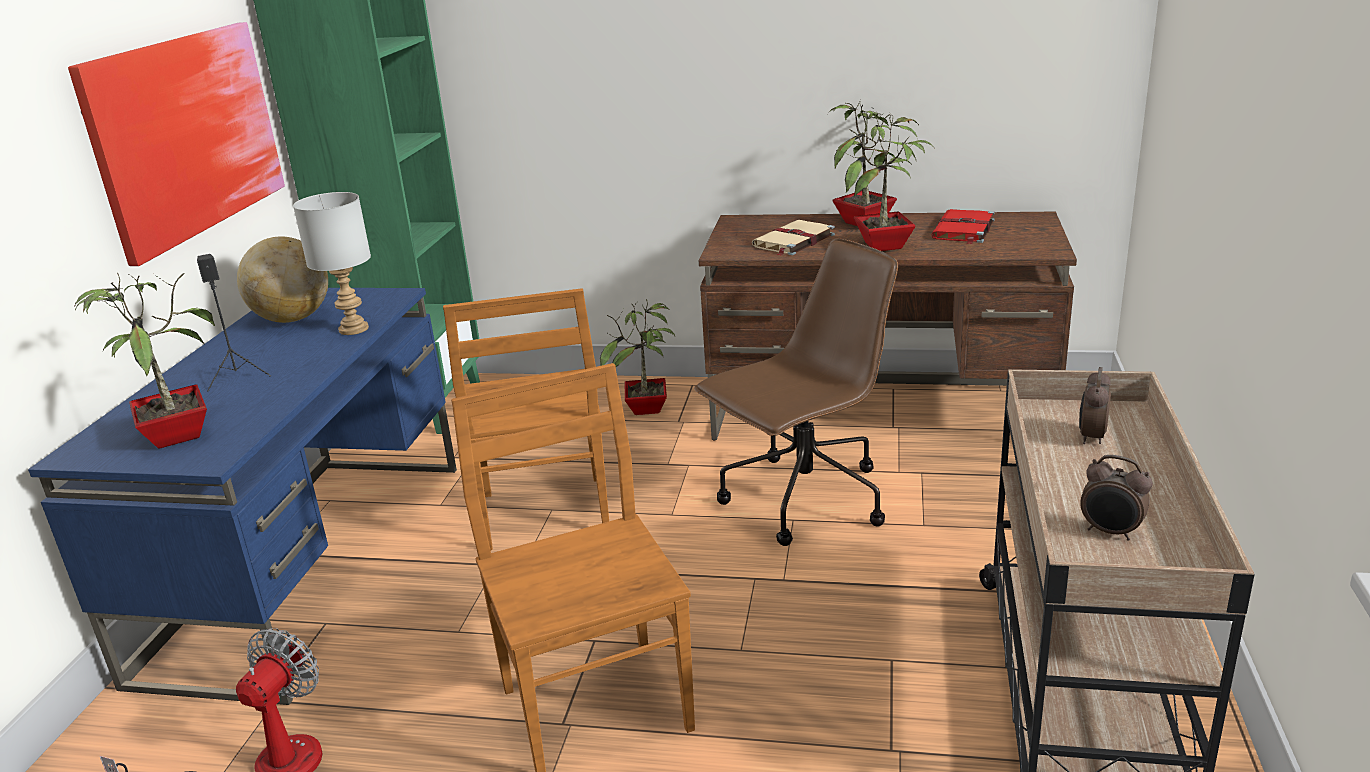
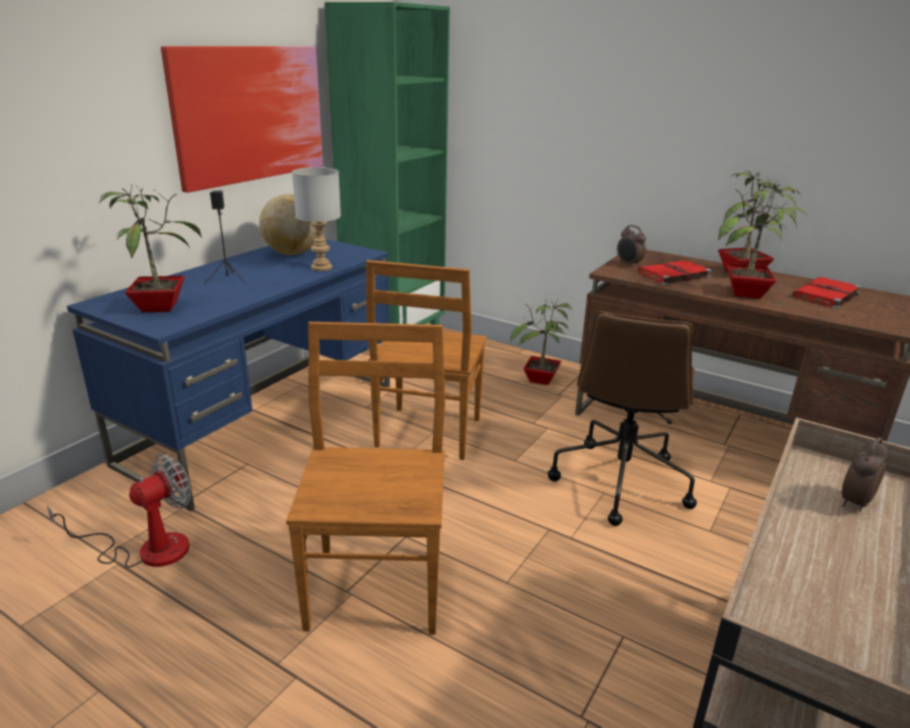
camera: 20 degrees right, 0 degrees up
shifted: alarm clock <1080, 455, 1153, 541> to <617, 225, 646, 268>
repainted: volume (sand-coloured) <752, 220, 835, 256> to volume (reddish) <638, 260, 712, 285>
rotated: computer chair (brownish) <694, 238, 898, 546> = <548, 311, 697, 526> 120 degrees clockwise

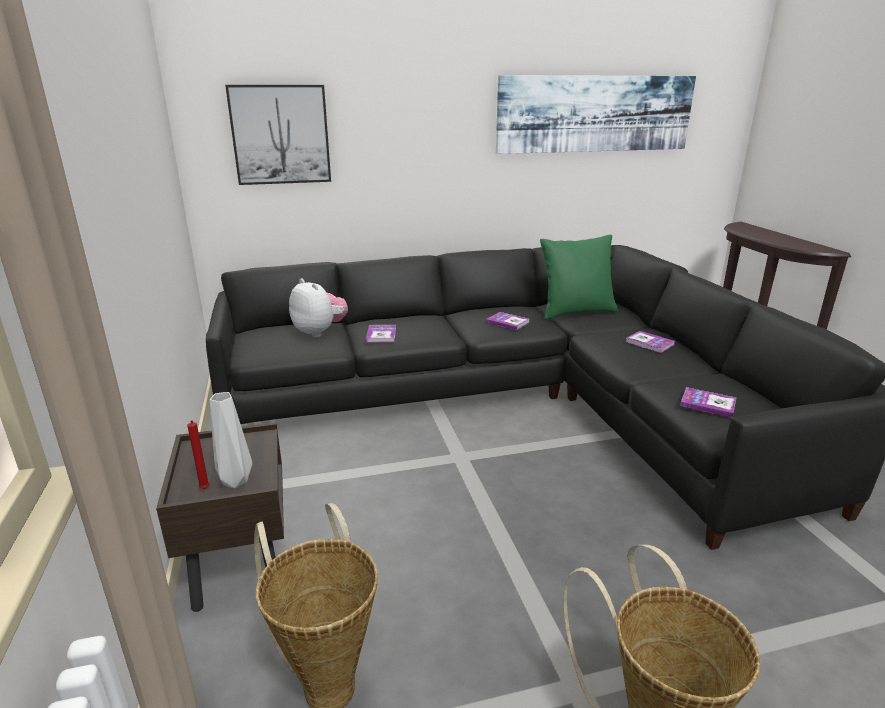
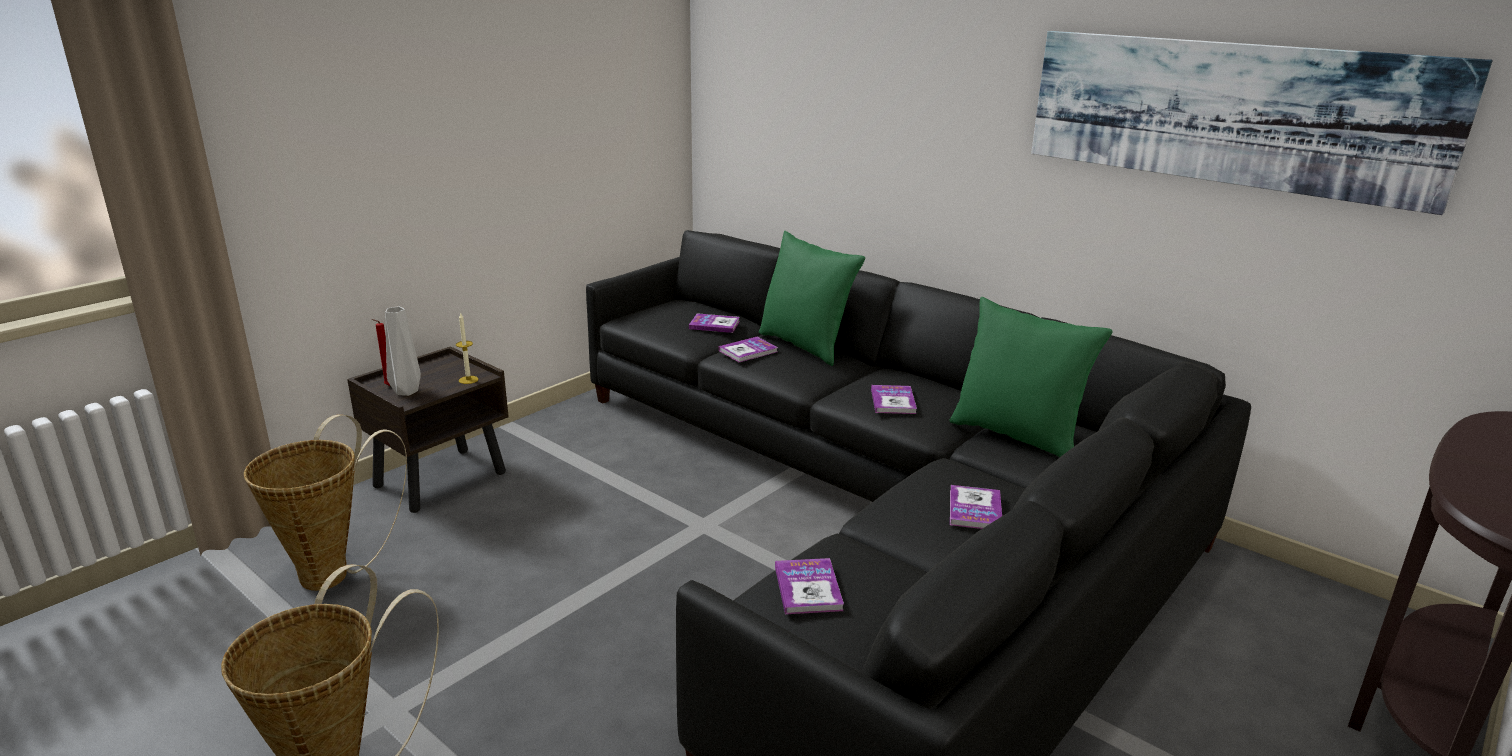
camera: 55 degrees right, 0 degrees up
gone: picture <225, 85, 331, 185>
new: candle <456, 312, 479, 384>; pillow (green-coloured) <759, 231, 865, 366>
swapped: plush toy <289, 279, 348, 338> to volume <689, 313, 740, 333>

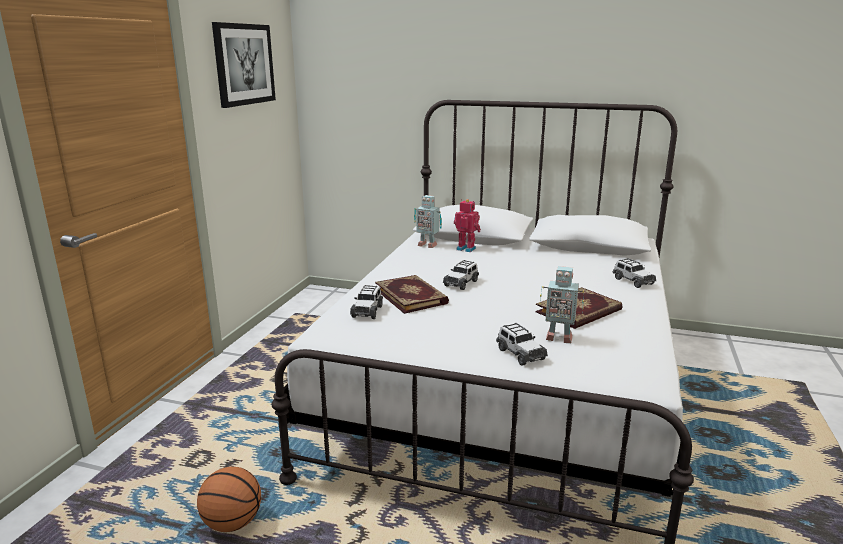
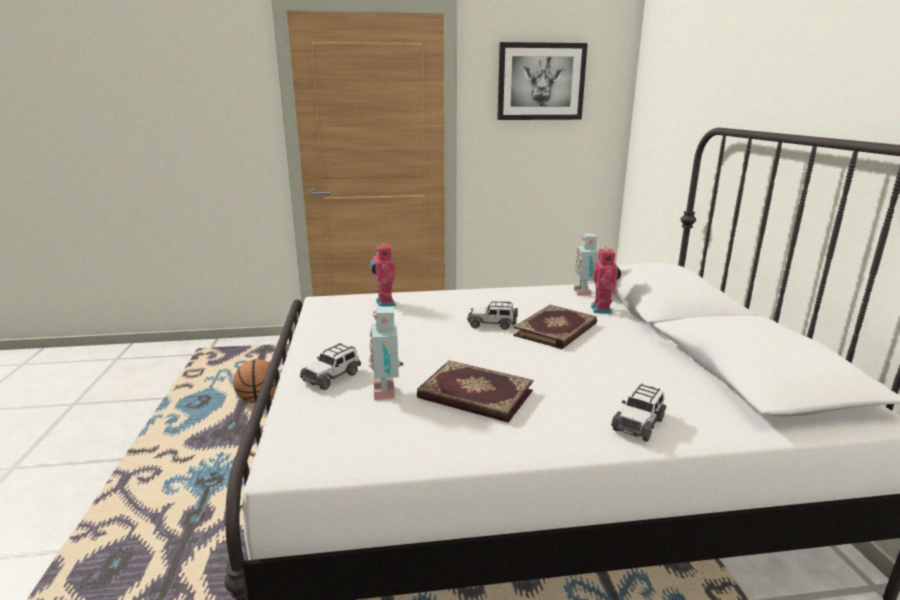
camera: 65 degrees right, 0 degrees up
shifted: volume <375, 275, 449, 314> to <513, 305, 597, 349>
swapped: toy car <350, 285, 383, 319> to robot figure <370, 242, 396, 306>

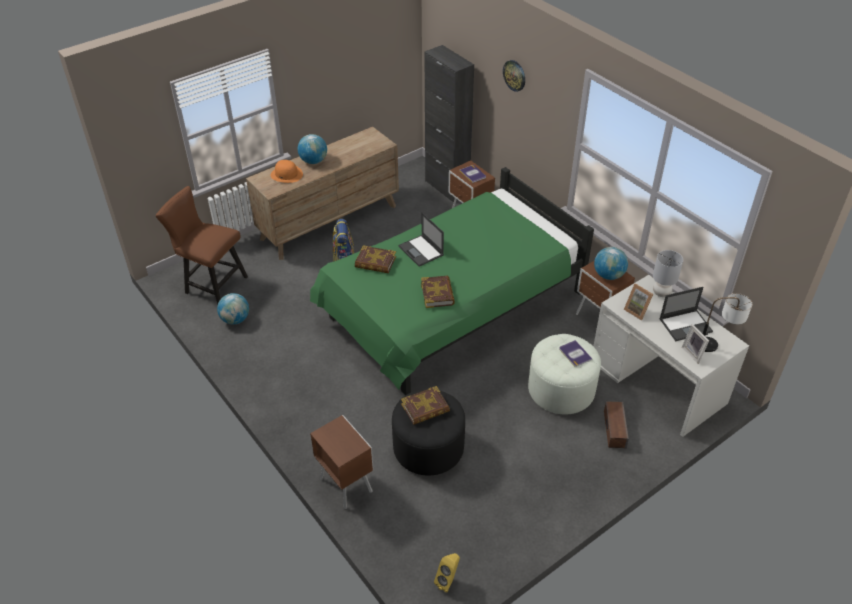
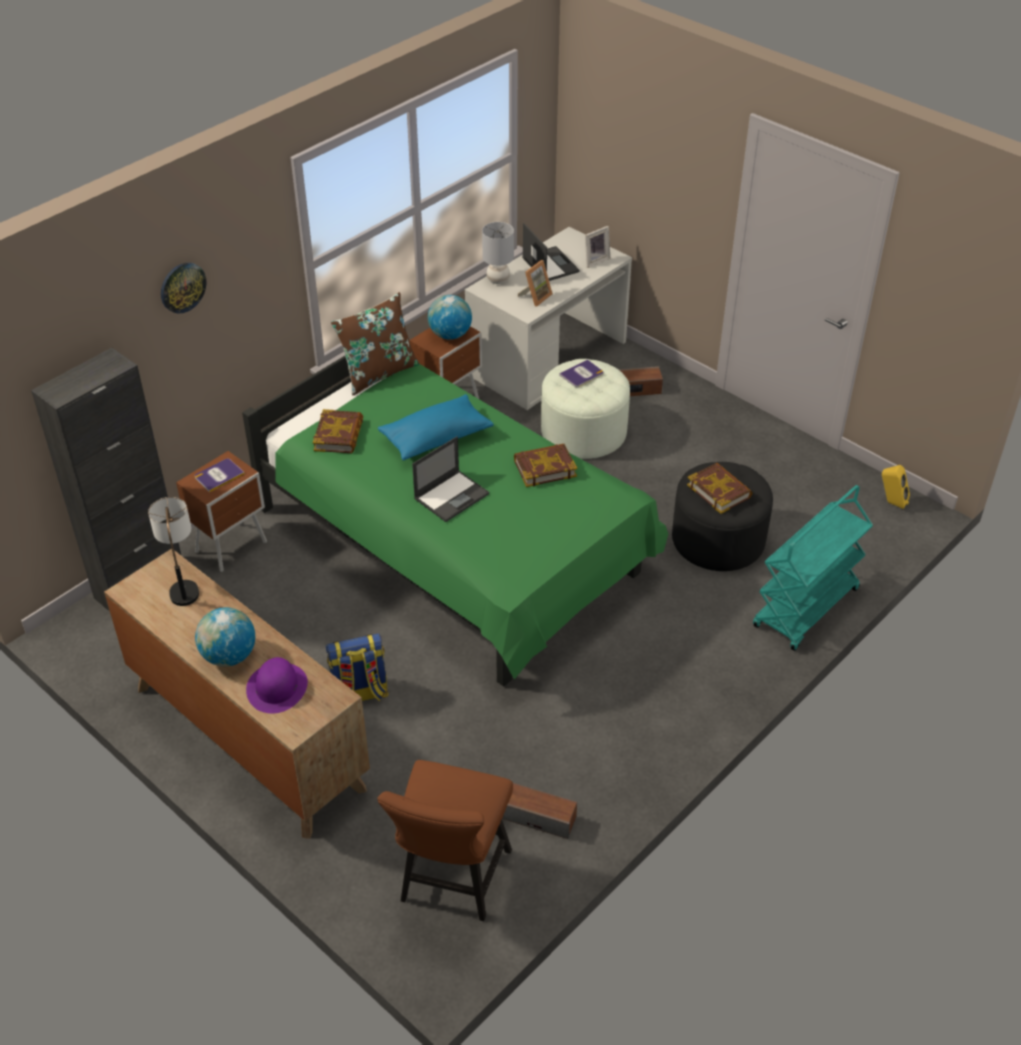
camera: 100 degrees left, 0 degrees up
new: pillow (brownish) <331, 292, 419, 395>; pillow (blue) <378, 394, 494, 461>
shifted: lamp for a table <703, 293, 752, 352> to <148, 497, 199, 606>; volume <355, 245, 396, 273> to <313, 409, 363, 453>
swapped: globe <217, 293, 249, 324> to speaker <502, 783, 577, 839>; bedside table (brownish) <310, 415, 374, 509> to cart (turquoise-coloured) <753, 485, 873, 651>
repainted: hat (orangey) <271, 160, 303, 183> to hat (purplish) <246, 657, 308, 714>

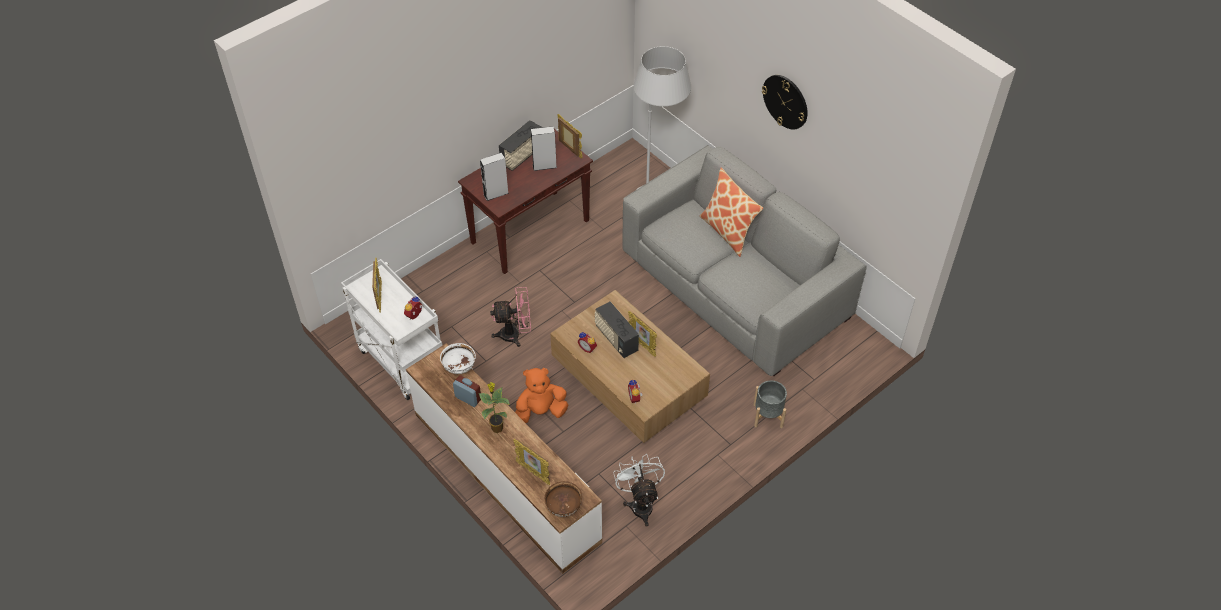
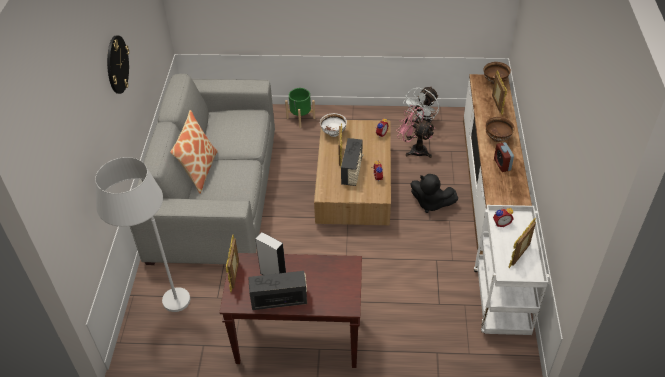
camera: 135 degrees left, 5 degrees down
gone: speaker (grey) <480, 152, 509, 201>
shifted: deep dish (whitish) <440, 343, 476, 374> to <320, 113, 347, 137>; fan (pink) <490, 287, 531, 347> to <396, 105, 435, 158>
swapped: plant in a pot <479, 382, 510, 433> to deep dish (brownish) <486, 117, 515, 142>
repainted: flower pot (grey) <754, 380, 787, 428> to flower pot (green-coloured) <285, 88, 315, 128>; plush toy (orangey) <515, 368, 568, 423> to plush toy (black) <410, 174, 459, 213>

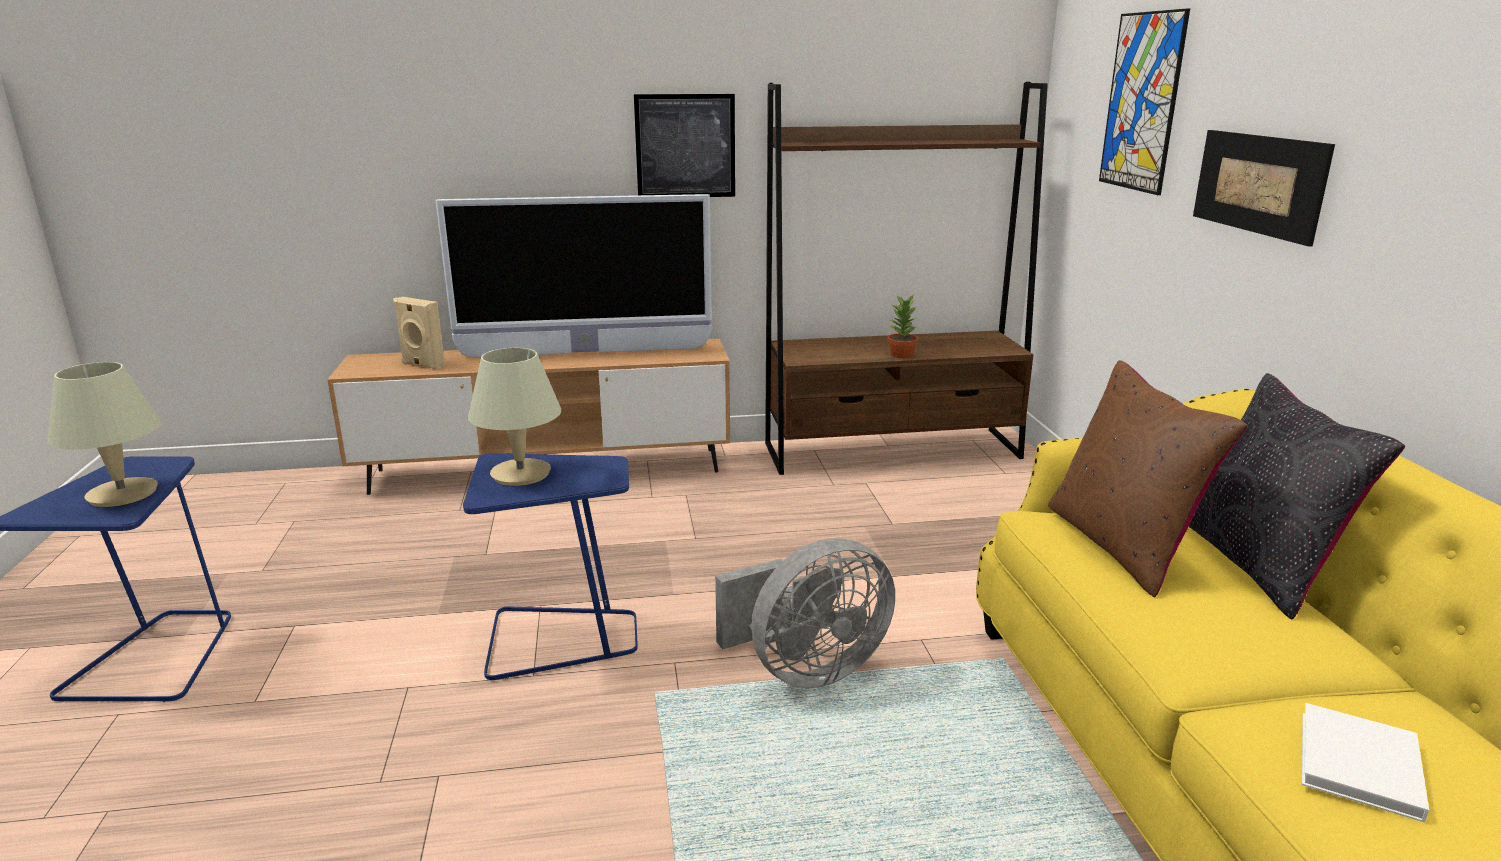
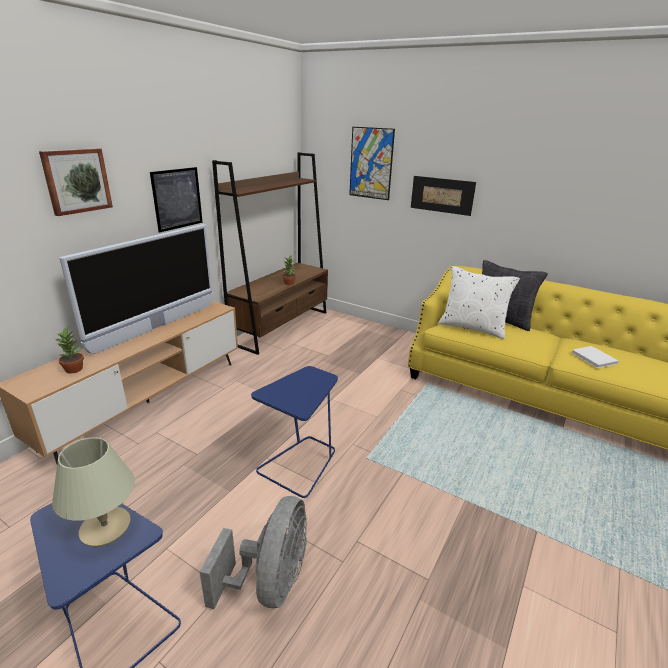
camera: 50 degrees left, 5 degrees up
gone: lamp for a table (sand-coloured) <468, 348, 561, 486>
new: picture <39, 148, 113, 216>
shifted: fan (grey) <715, 538, 895, 688> to <200, 496, 307, 609>
swapped: speaker (sand-coloured) <393, 297, 445, 370> to plant in a pot <55, 327, 84, 374>
repainted: pillow (brownish) <1048, 360, 1248, 597> to pillow (whitish) <438, 266, 520, 339>

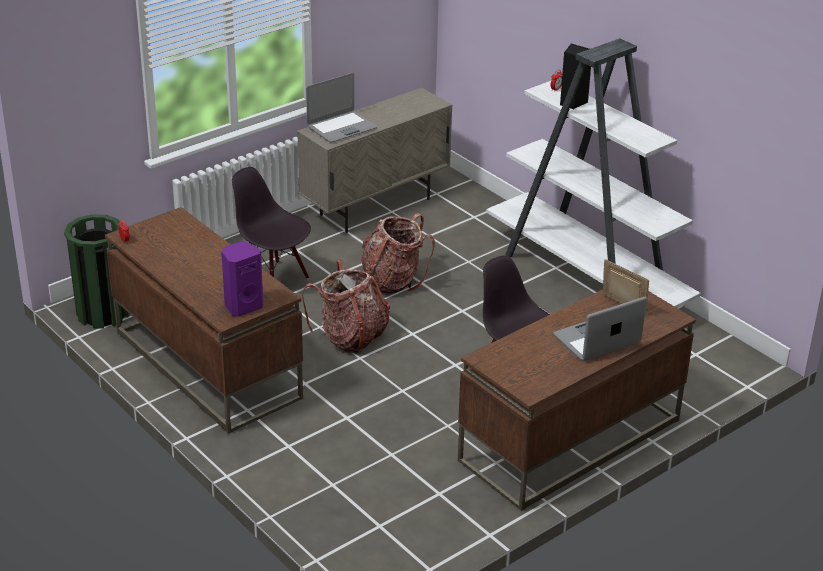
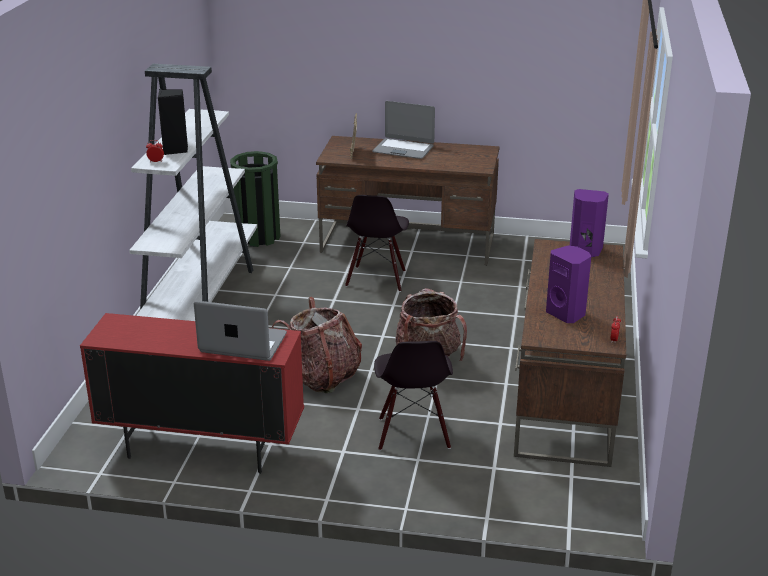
camera: 130 degrees left, 5 degrees down
new: speaker (purplish) <546, 245, 591, 323>
shifted: rubbish bin (green-coloured) <64, 214, 129, 329> to <230, 151, 280, 247>
repainted: storage cabinet (sand-coloured) <297, 87, 452, 233> to storage cabinet (reddish) <80, 313, 304, 474>

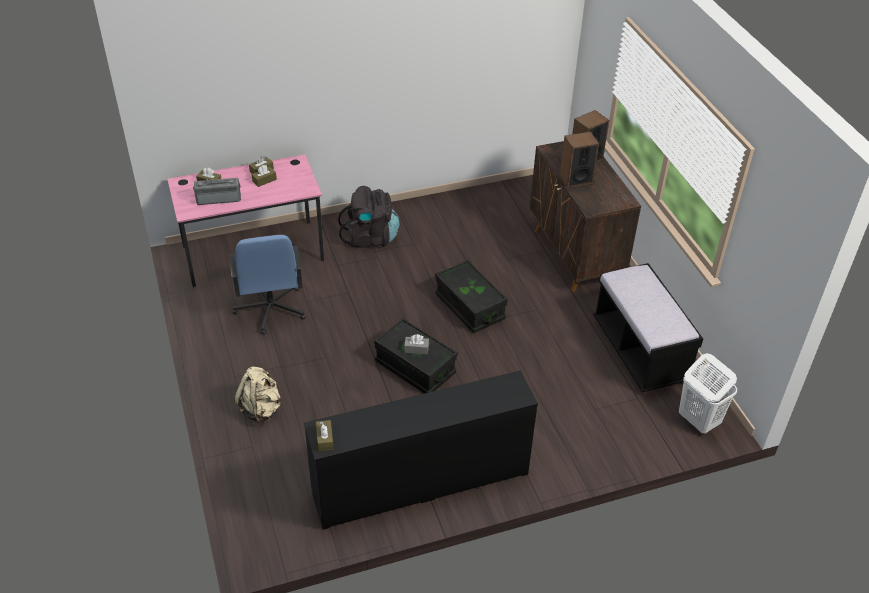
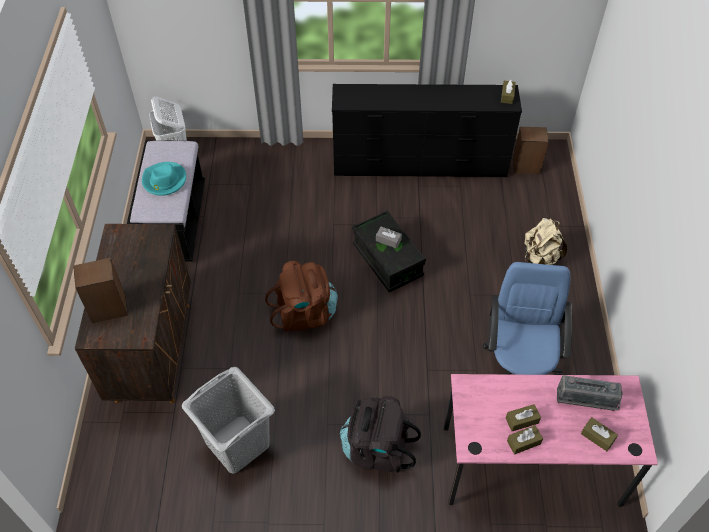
camera: 160 degrees left, 10 degrees up
new: hat (turquoise-coloured) <142, 162, 186, 196>; laundry basket (grey) <182, 367, 275, 474>
shifted: speaker <559, 131, 599, 188> to <513, 127, 549, 174>
swapped: storage bin (black) <435, 260, 508, 334> to knapsack (brownish) <265, 261, 338, 332>

